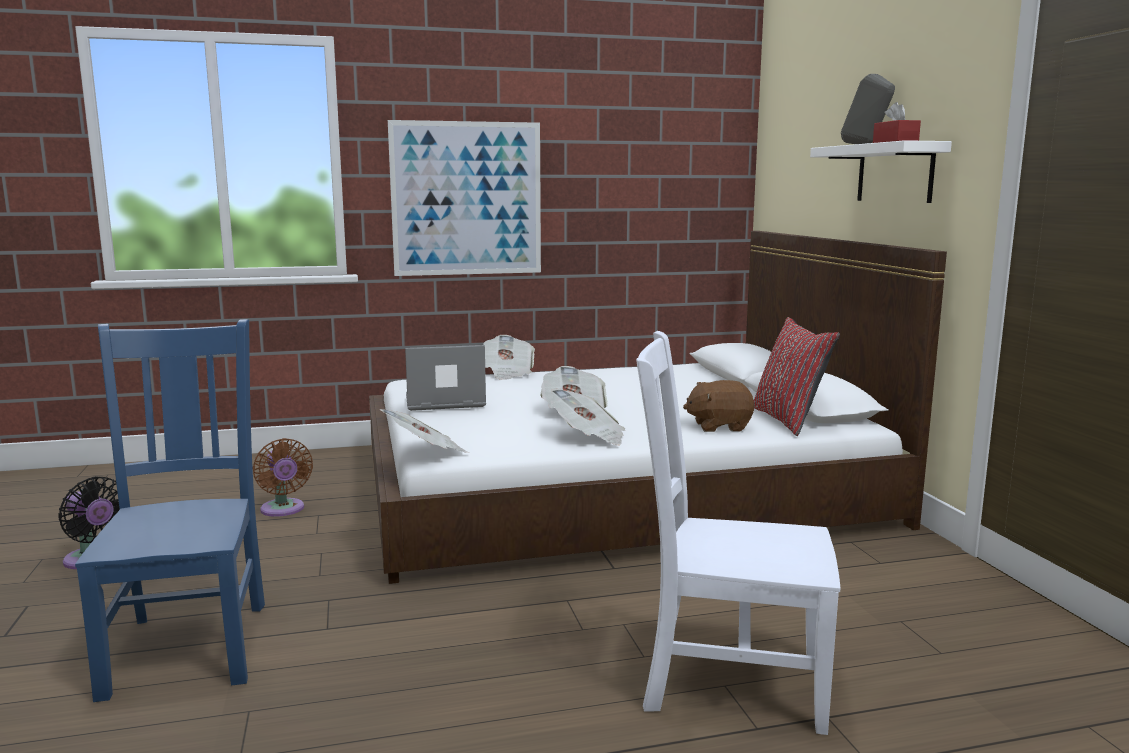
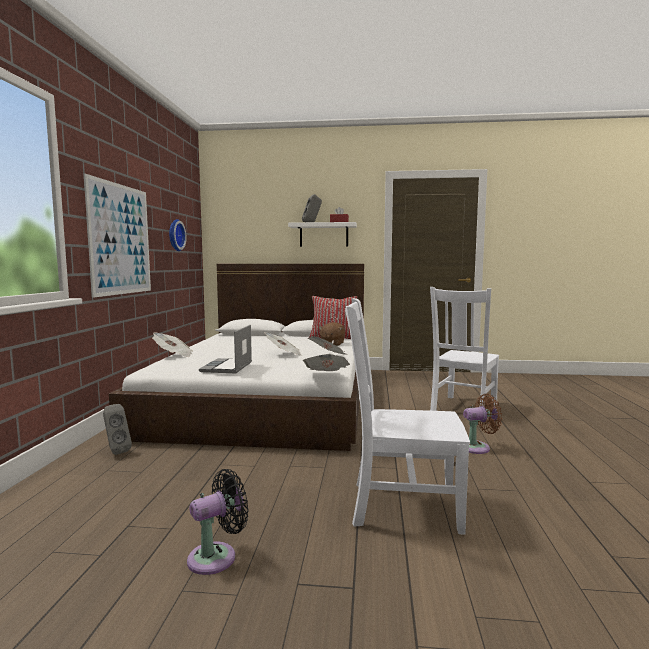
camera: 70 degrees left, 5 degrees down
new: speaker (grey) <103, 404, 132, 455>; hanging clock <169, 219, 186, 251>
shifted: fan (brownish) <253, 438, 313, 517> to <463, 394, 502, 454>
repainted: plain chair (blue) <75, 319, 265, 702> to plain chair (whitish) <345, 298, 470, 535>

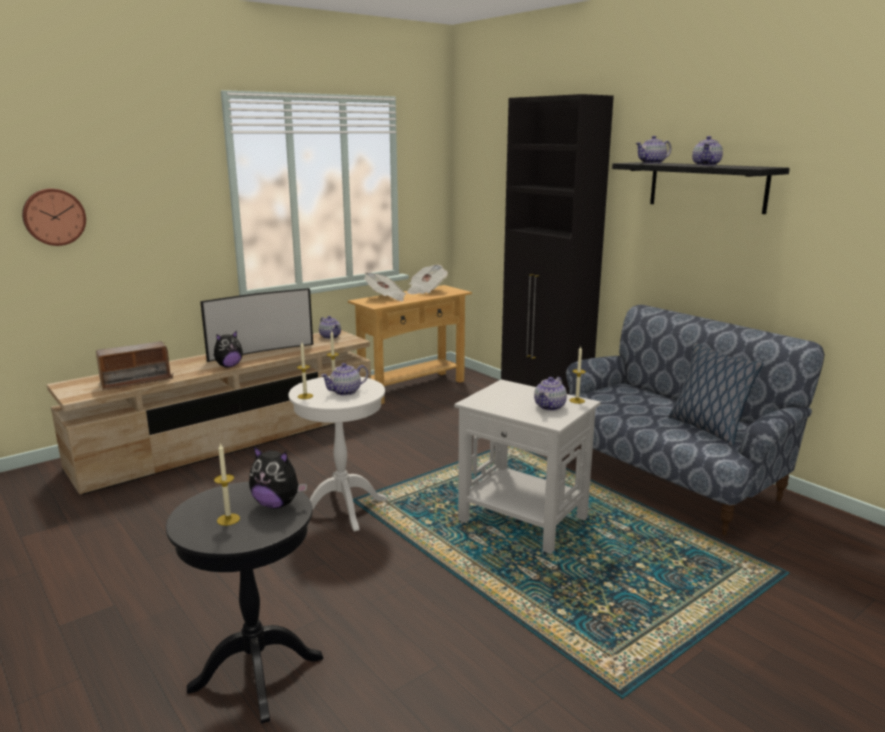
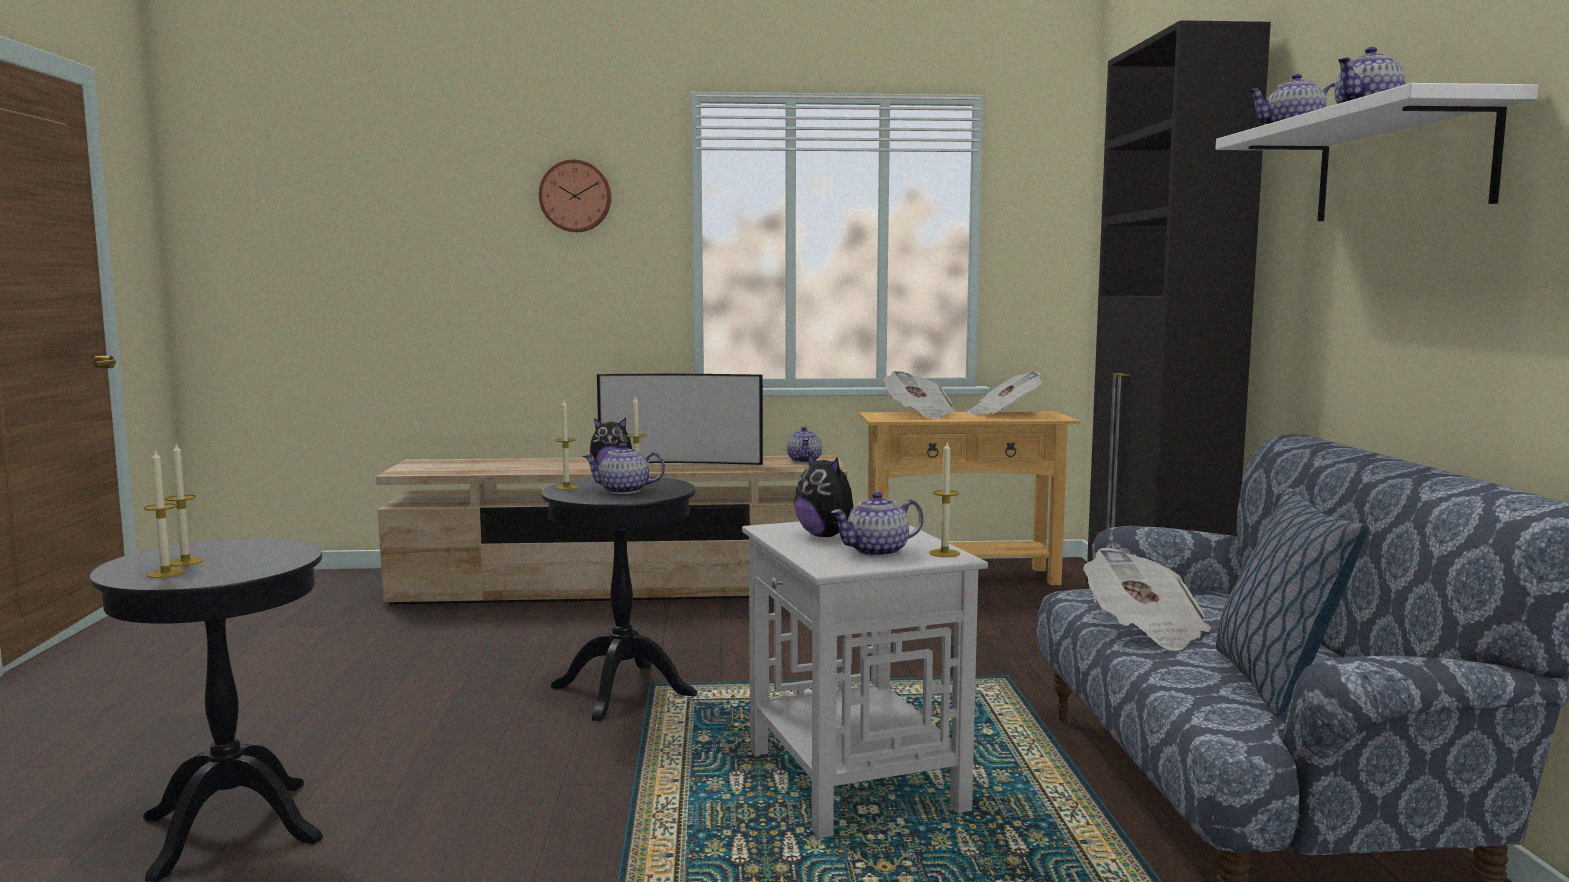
camera: 35 degrees right, 10 degrees down
gone: radio <96, 341, 174, 390>
new: candle <144, 449, 185, 578>; daily paper <1083, 548, 1211, 651>
shifted: hanging clock <22, 188, 86, 246> to <539, 159, 611, 232>; plush toy <249, 446, 307, 509> to <794, 451, 854, 537>
repainted: accent table (whitish) <289, 376, 387, 532> to accent table (black) <541, 476, 698, 721>; wall shelf (black) <612, 162, 790, 214> to wall shelf (whitish) <1216, 83, 1538, 221>

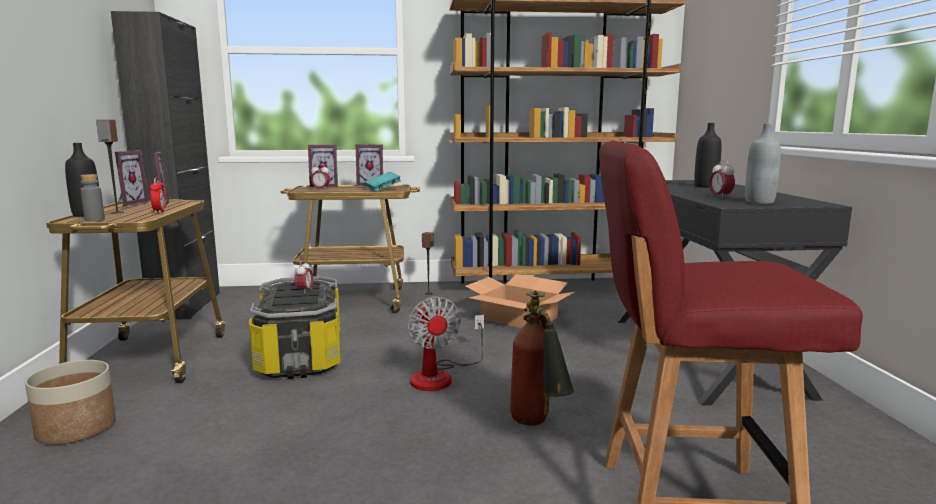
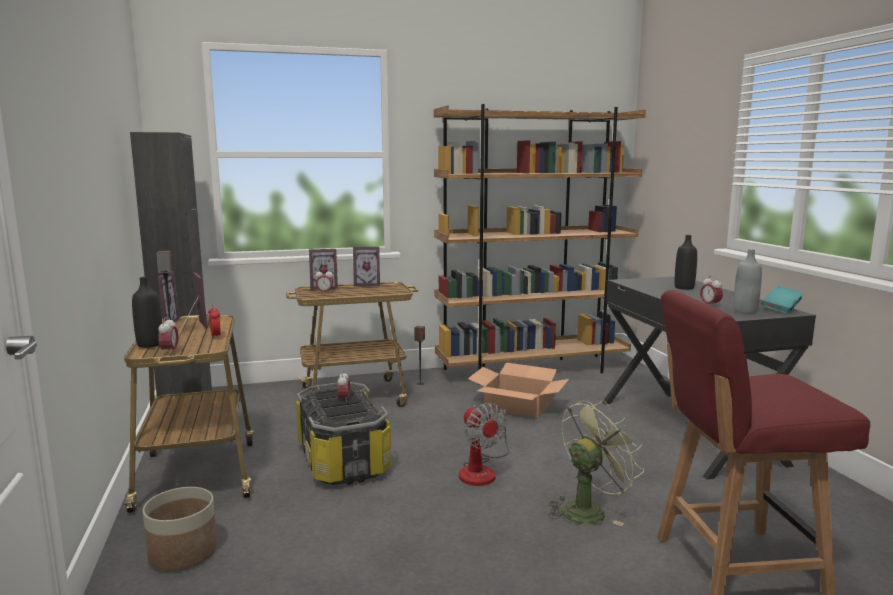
camera: 10 degrees left, 0 degrees up
shifted: volume (turquoise-coloured) <364, 172, 401, 192> to <761, 286, 804, 314>
swapped: bottle (grey) <80, 174, 105, 221> to alarm clock <158, 317, 179, 352>; extinguisher <510, 291, 574, 425> to fan (green-coloured) <548, 400, 644, 526>

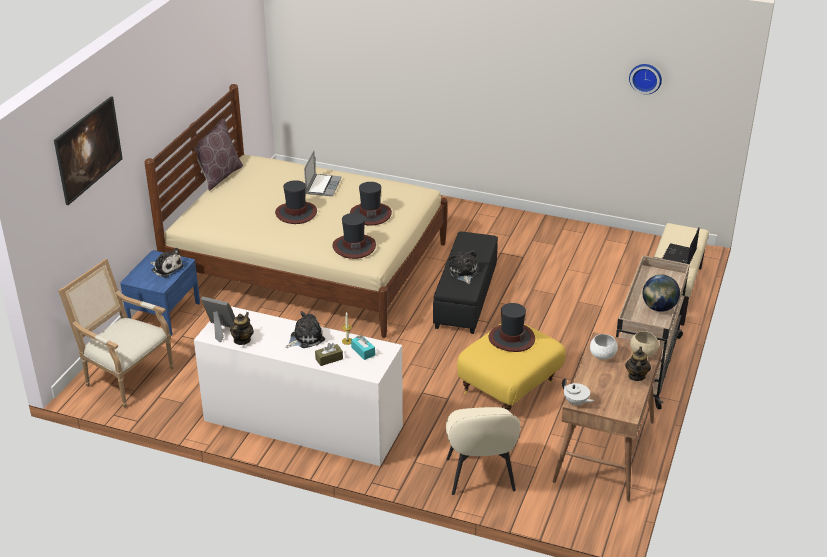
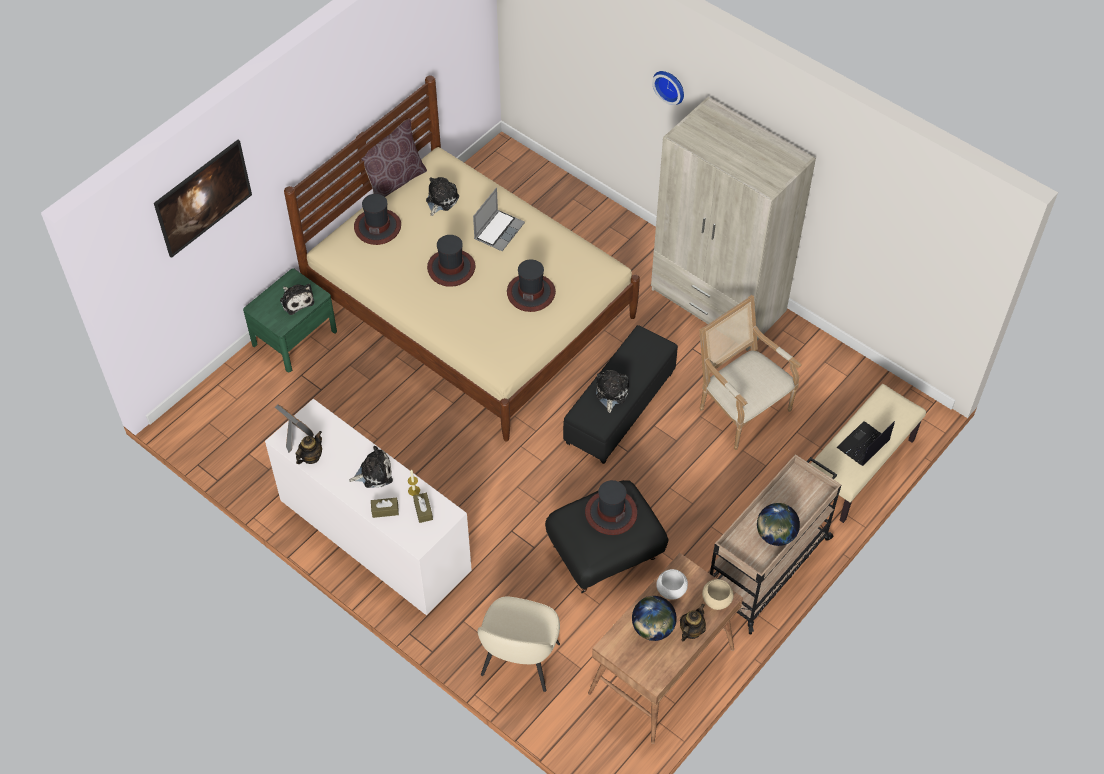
camera: 20 degrees right, 20 degrees up
gone: pot for tea (whitish) <562, 378, 594, 406>
new: plush toy <426, 177, 459, 216>; globe <632, 596, 677, 641>; clothes cupboard (sand-coloured) <651, 97, 816, 351>
shifted: hat <332, 213, 376, 259> to <354, 194, 401, 245>; hanging clock <629, 64, 662, 94> to <652, 71, 684, 105>; armchair <58, 259, 174, 408> to <699, 295, 802, 450>
repainted: bedside table (blue) <120, 250, 200, 336> to bedside table (green-coloured) <243, 268, 337, 372>; tissue box (turquoise-coloured) <351, 335, 375, 360> to tissue box (brownish) <413, 493, 433, 523>; footrest (yellowish) <457, 323, 566, 411> to footrest (black) <545, 480, 668, 593>

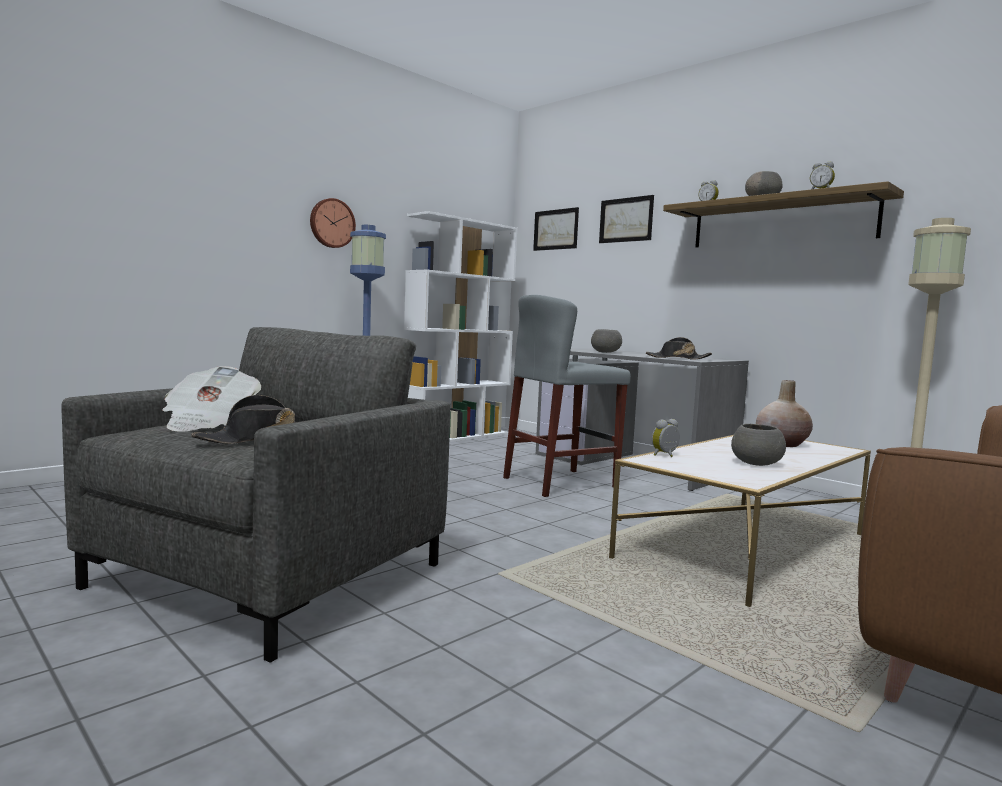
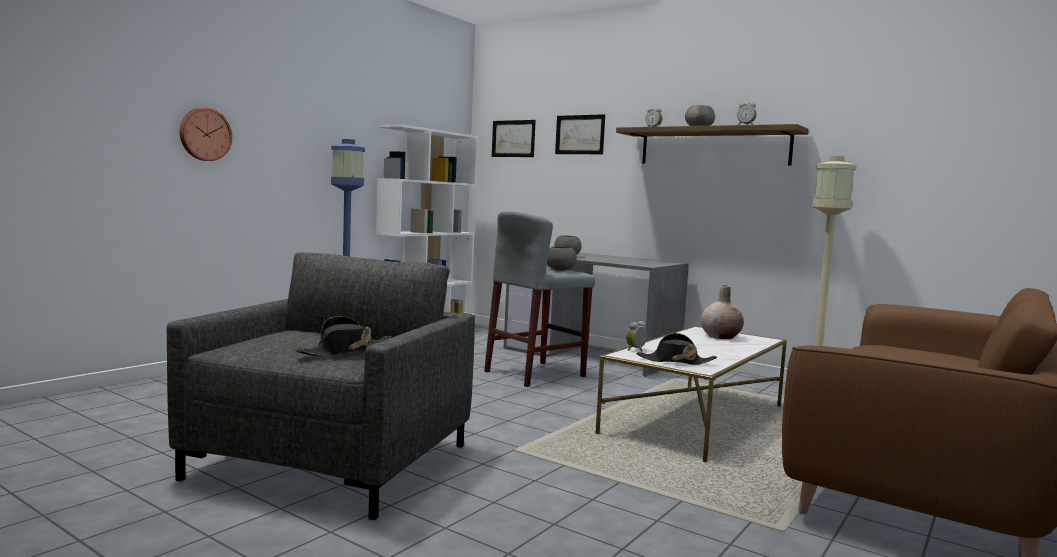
camera: 10 degrees left, 0 degrees up
gone: daily paper <163, 366, 262, 432>
shifted: hanging clock <310, 198, 356, 248> to <180, 108, 232, 161>; deep dish (grey) <731, 424, 786, 466> to <547, 246, 577, 271>; hat (black) <646, 337, 712, 360> to <636, 333, 717, 365>

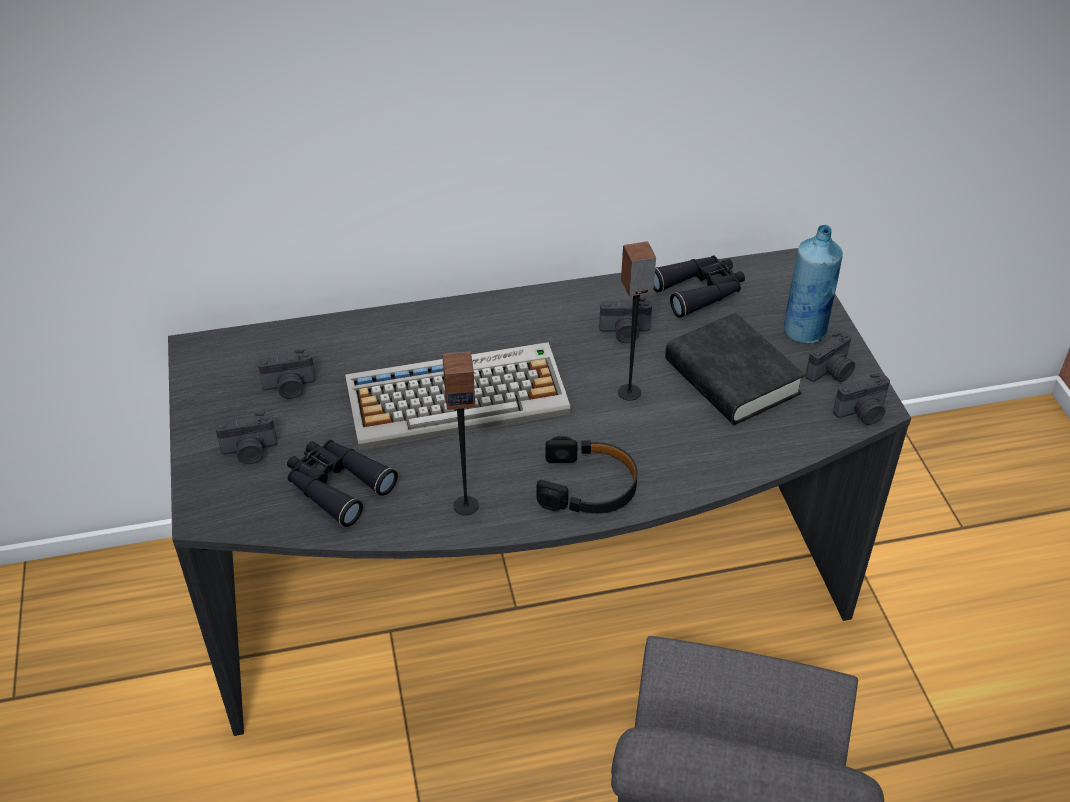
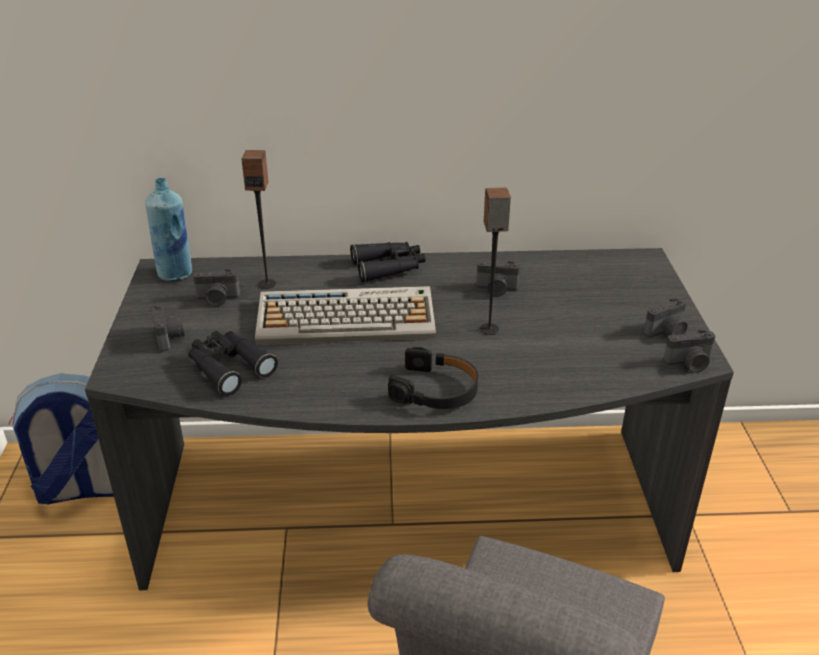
camera: 10 degrees right, 10 degrees down
gone: volume (black) <665, 313, 805, 425>
new: knapsack <8, 374, 114, 504>
shifted: bottle (blue) <784, 225, 843, 344> to <145, 178, 192, 281>; speaker <442, 351, 479, 515> to <241, 150, 276, 289>; field glasses (black) <654, 255, 745, 318> to <350, 242, 425, 283>
rotated: still camera <215, 412, 278, 464> = <150, 303, 185, 352> 105 degrees counterclockwise

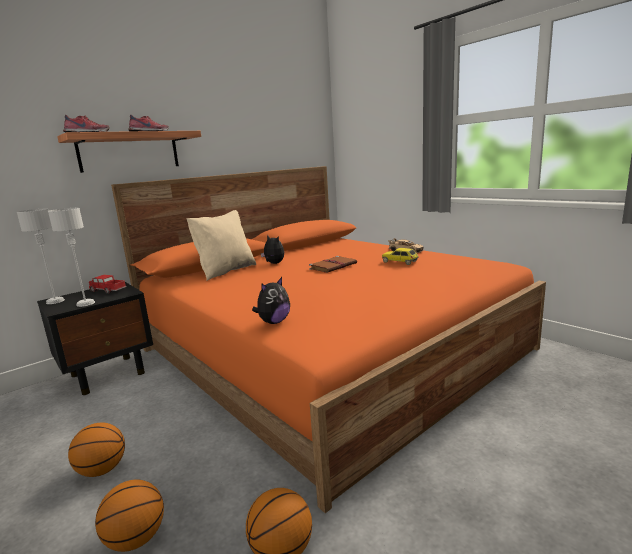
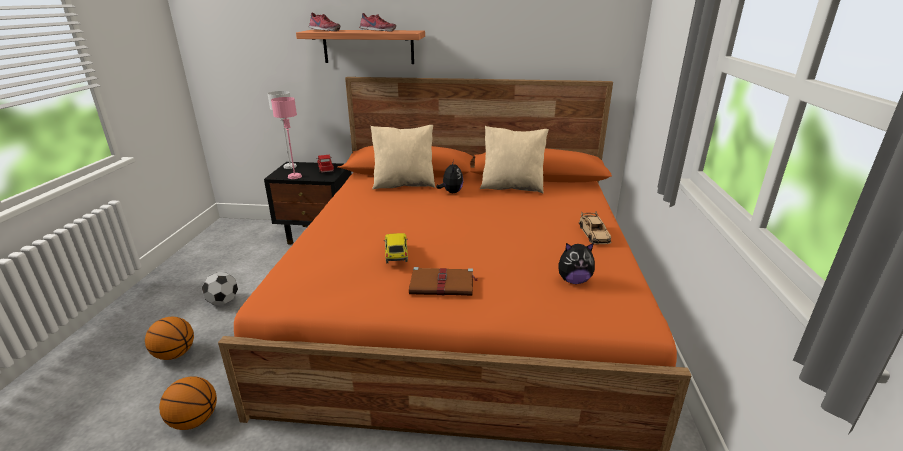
camera: 45 degrees right, 10 degrees up
new: pillow (sand-coloured) <480, 126, 549, 194>
shifted: toy car <382, 248, 419, 265> to <384, 233, 408, 263>; volume (brownish) <309, 256, 357, 273> to <409, 267, 478, 296>; plush toy <252, 277, 290, 324> to <558, 243, 595, 284>
swapped: ball for basketball <68, 422, 125, 477> to ball for football <201, 272, 238, 305>
repainted: lamp for a table (grey) <48, 208, 95, 307> to lamp for a table (pink) <271, 97, 302, 179>

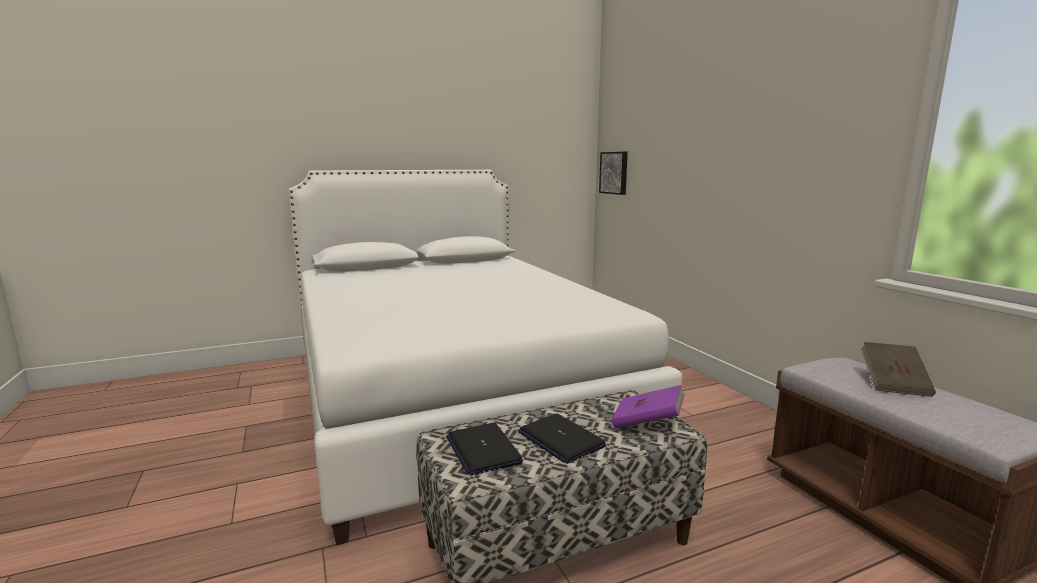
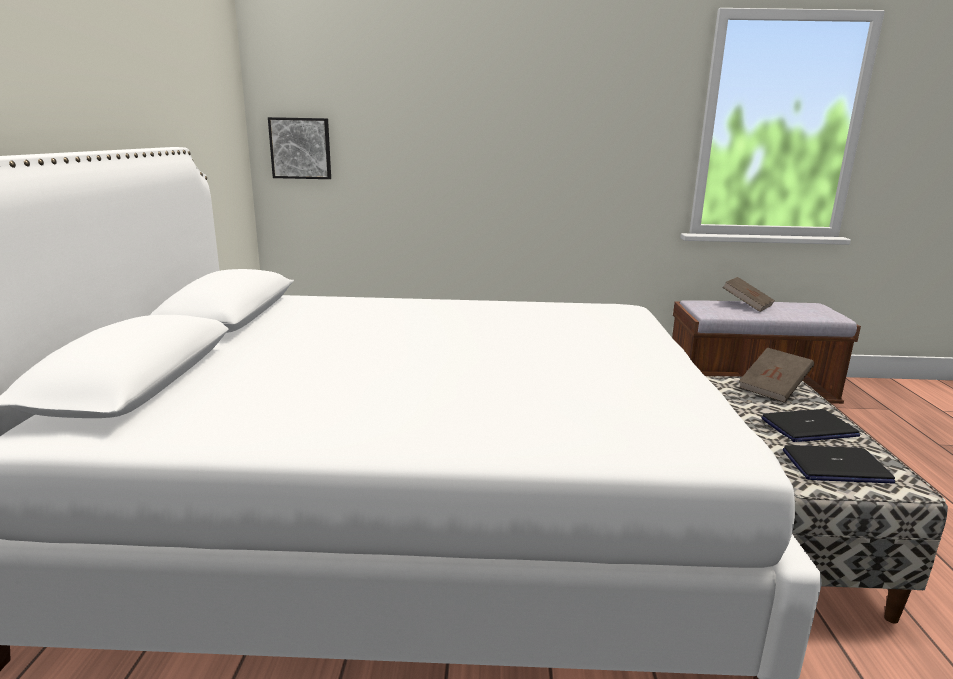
camera: 65 degrees left, 5 degrees up
repainted: volume (purplish) <611, 385, 685, 429> to volume (brownish) <739, 348, 814, 403>

